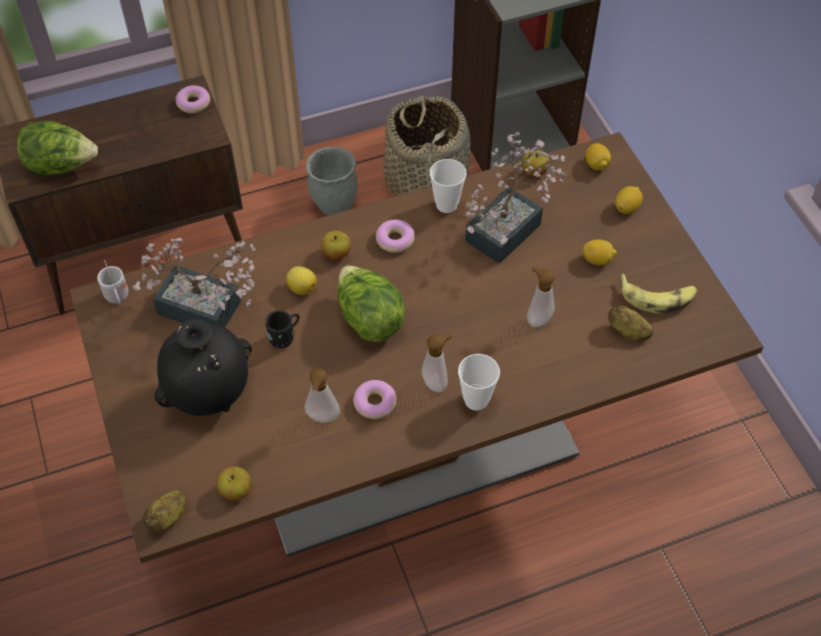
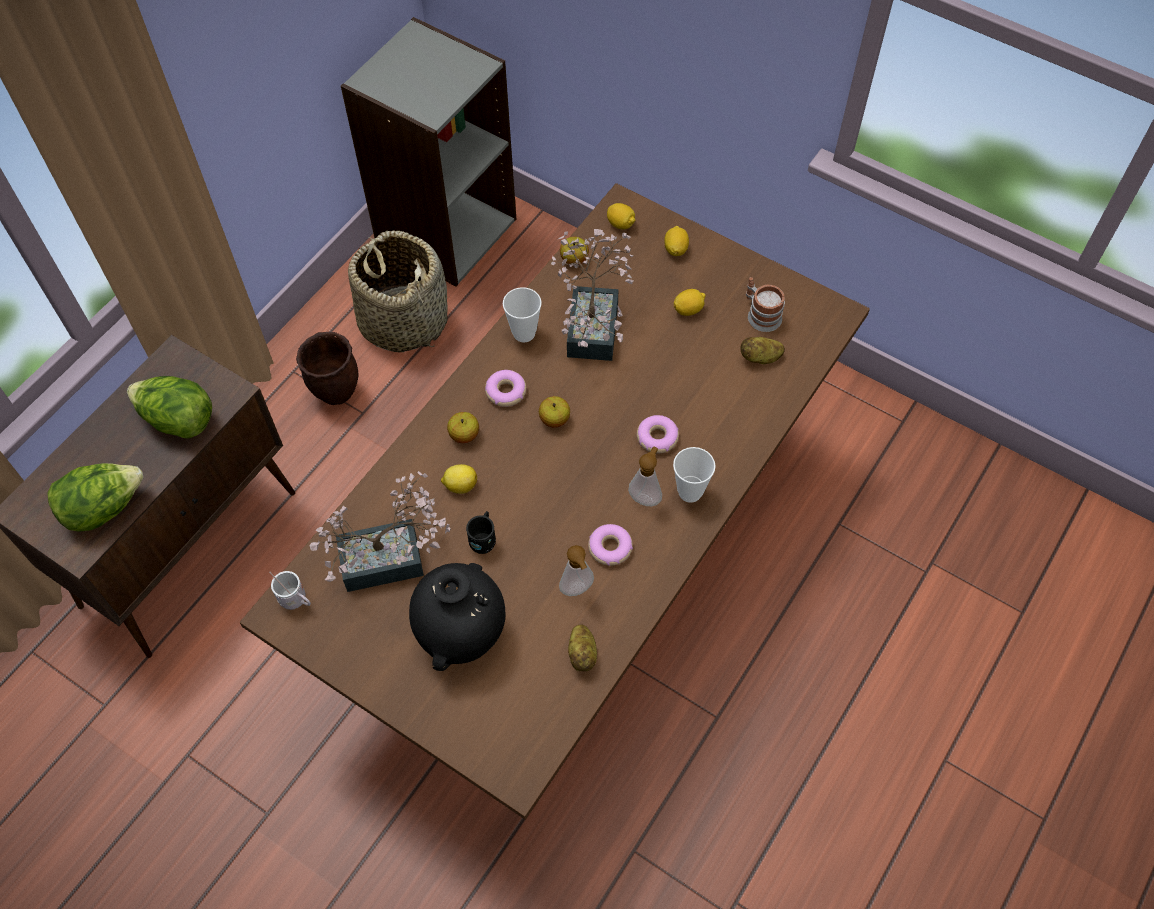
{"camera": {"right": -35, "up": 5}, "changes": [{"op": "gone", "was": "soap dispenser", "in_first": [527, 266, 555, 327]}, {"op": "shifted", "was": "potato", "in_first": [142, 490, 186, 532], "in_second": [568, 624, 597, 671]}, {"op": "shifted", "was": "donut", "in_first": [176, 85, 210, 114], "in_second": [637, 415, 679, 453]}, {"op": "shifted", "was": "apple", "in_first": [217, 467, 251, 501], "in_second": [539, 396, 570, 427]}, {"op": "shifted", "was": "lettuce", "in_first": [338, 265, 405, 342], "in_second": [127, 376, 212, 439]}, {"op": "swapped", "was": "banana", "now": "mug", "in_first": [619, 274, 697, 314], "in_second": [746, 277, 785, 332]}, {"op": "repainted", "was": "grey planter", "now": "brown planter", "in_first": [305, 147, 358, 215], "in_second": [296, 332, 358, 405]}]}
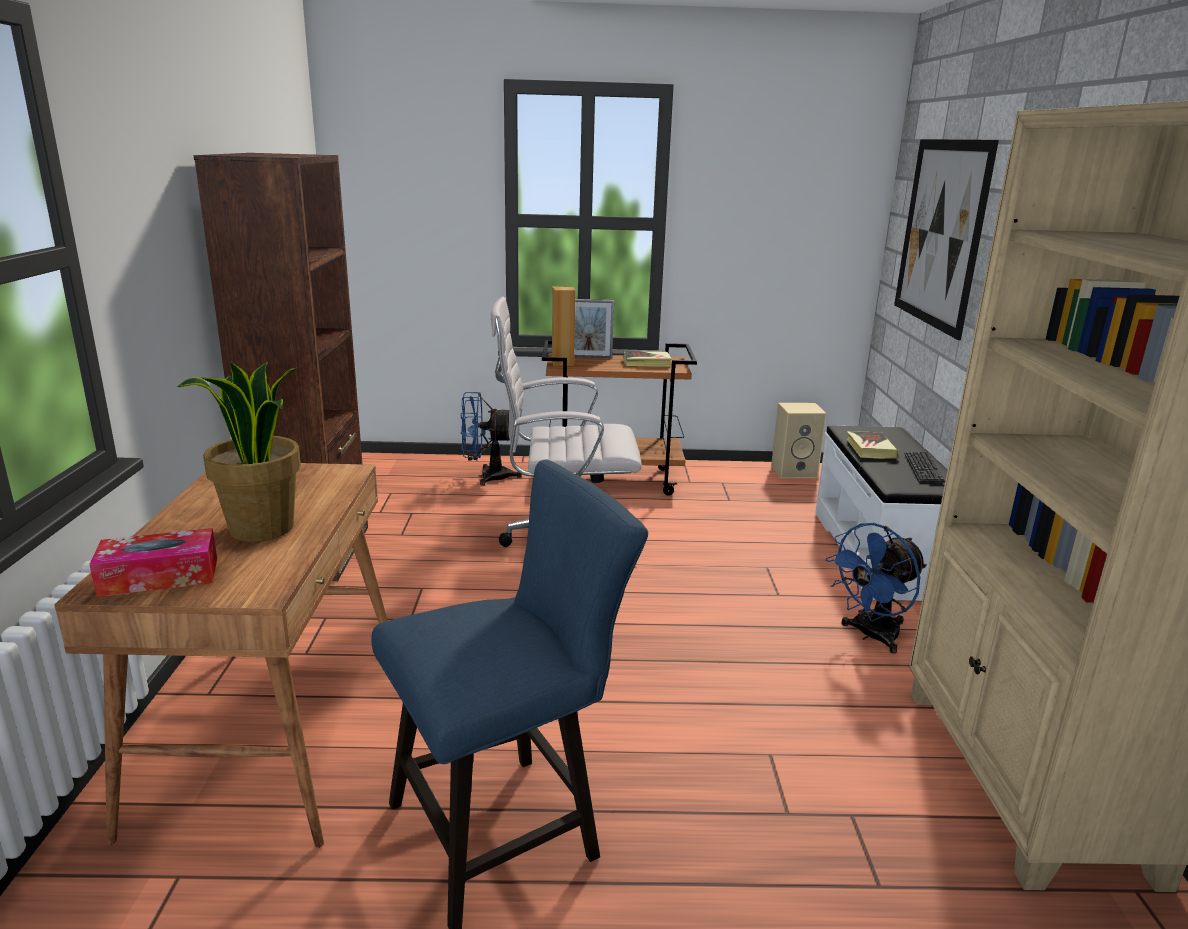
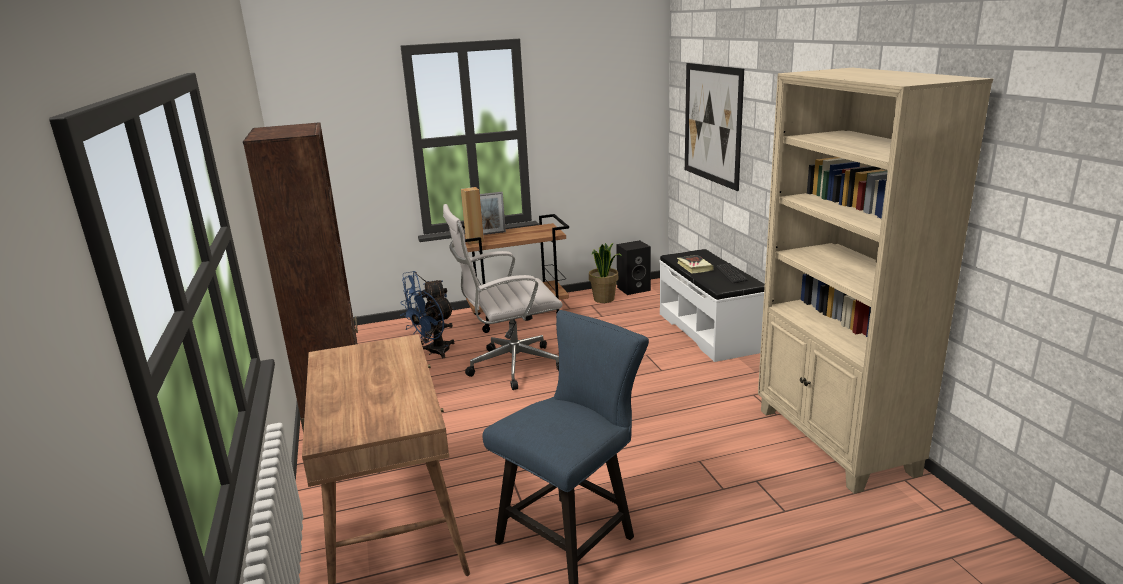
{"camera": {"right": -15, "up": 0}, "changes": [{"op": "gone", "was": "tissue box", "in_first": [89, 528, 217, 597]}, {"op": "gone", "was": "book", "in_first": [623, 351, 672, 367]}, {"op": "shifted", "was": "potted plant", "in_first": [177, 361, 301, 542], "in_second": [589, 243, 622, 303]}, {"op": "shifted", "was": "blue fan", "in_first": [826, 523, 927, 654], "in_second": [400, 290, 454, 358]}, {"op": "repainted", "was": "beige speaker", "now": "black speaker", "in_first": [771, 403, 827, 478], "in_second": [616, 240, 651, 295]}]}
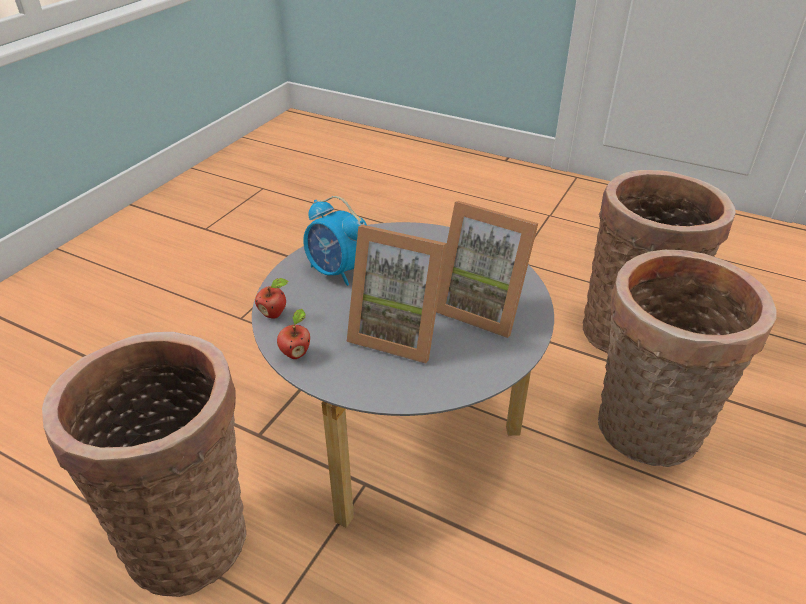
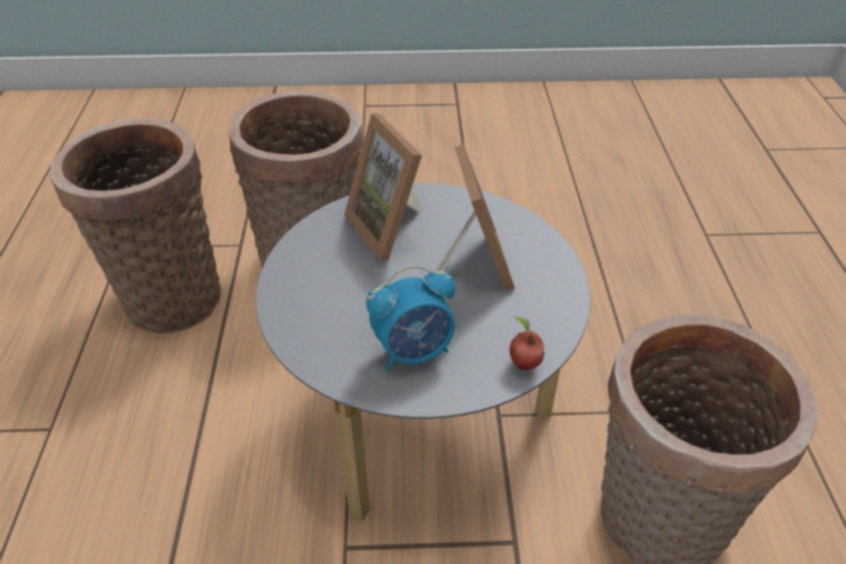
{"camera": {"right": -120, "up": 5}, "changes": [{"op": "gone", "was": "apple", "in_first": [277, 309, 310, 359]}, {"op": "rotated", "was": "alarm clock", "in_first": [303, 196, 367, 286], "in_second": [366, 265, 455, 370], "clockwise": 60}, {"op": "rotated", "was": "picture frame", "in_first": [436, 201, 538, 338], "in_second": [344, 113, 422, 261], "clockwise": 150}]}
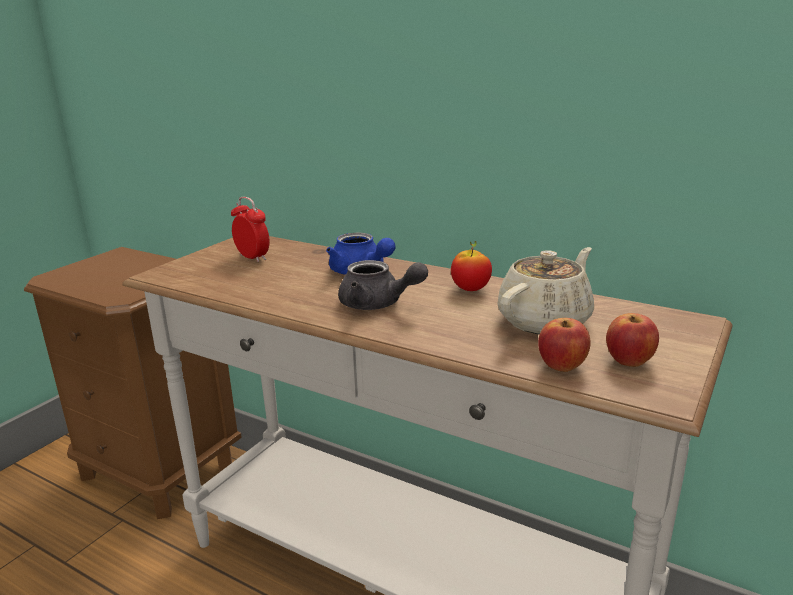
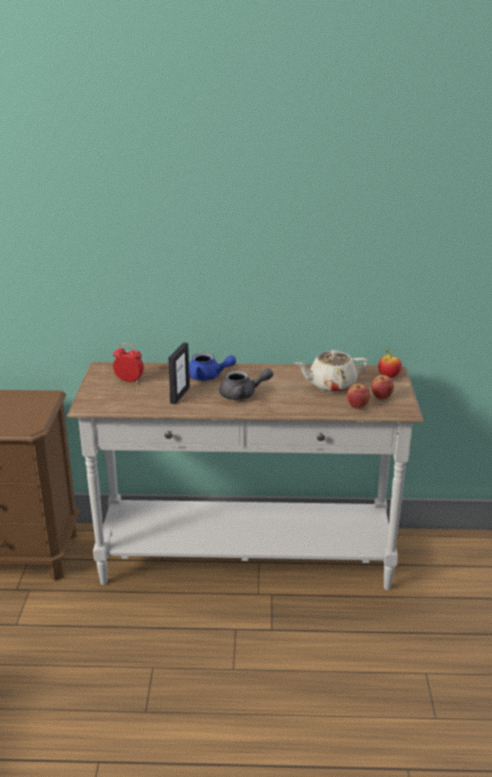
{"camera": {"right": -30, "up": 5}, "changes": [{"op": "new", "now": "picture frame", "in_second": [168, 342, 190, 404]}, {"op": "shifted", "was": "apple", "in_first": [451, 241, 492, 291], "in_second": [378, 350, 401, 378]}, {"op": "rotated", "was": "beige teapot", "in_first": [497, 247, 594, 334], "in_second": [295, 350, 368, 392], "clockwise": -120}]}
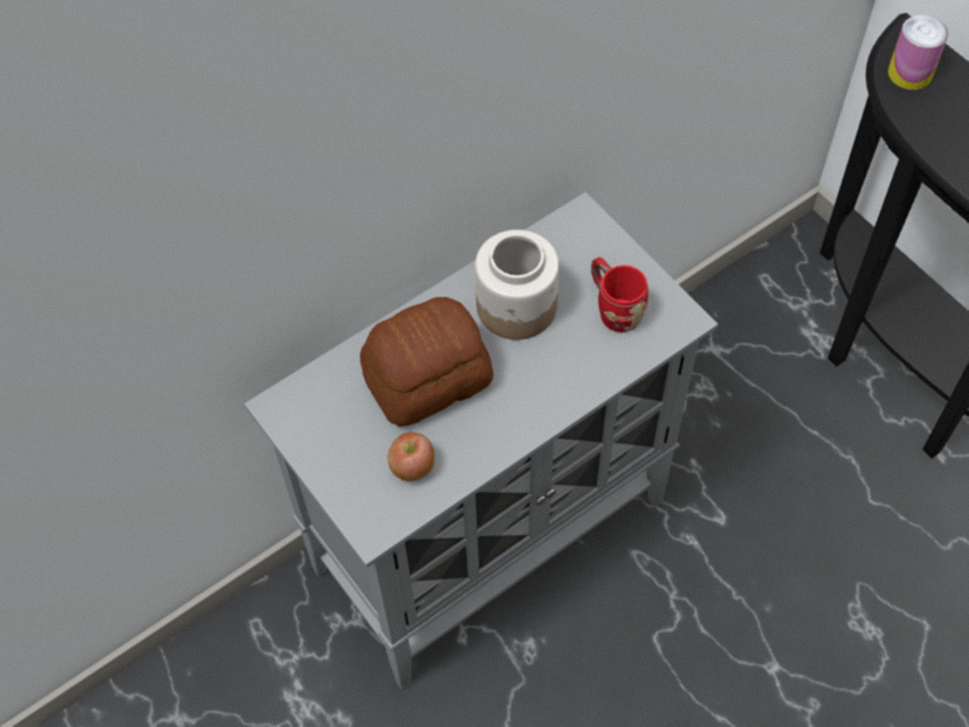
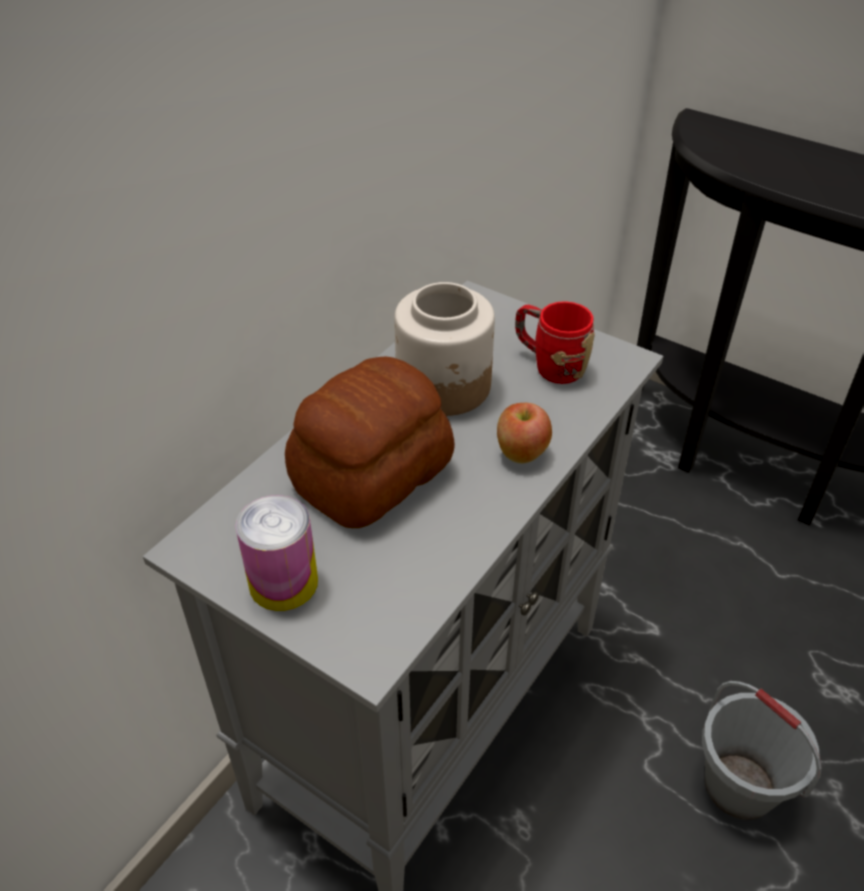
{"camera": {"right": -20, "up": -15}, "changes": [{"op": "new", "now": "grey bucket", "in_second": [702, 681, 822, 820]}, {"op": "shifted", "was": "apple", "in_first": [388, 432, 435, 481], "in_second": [497, 403, 552, 463]}, {"op": "shifted", "was": "can", "in_first": [888, 15, 948, 90], "in_second": [235, 495, 318, 611]}]}
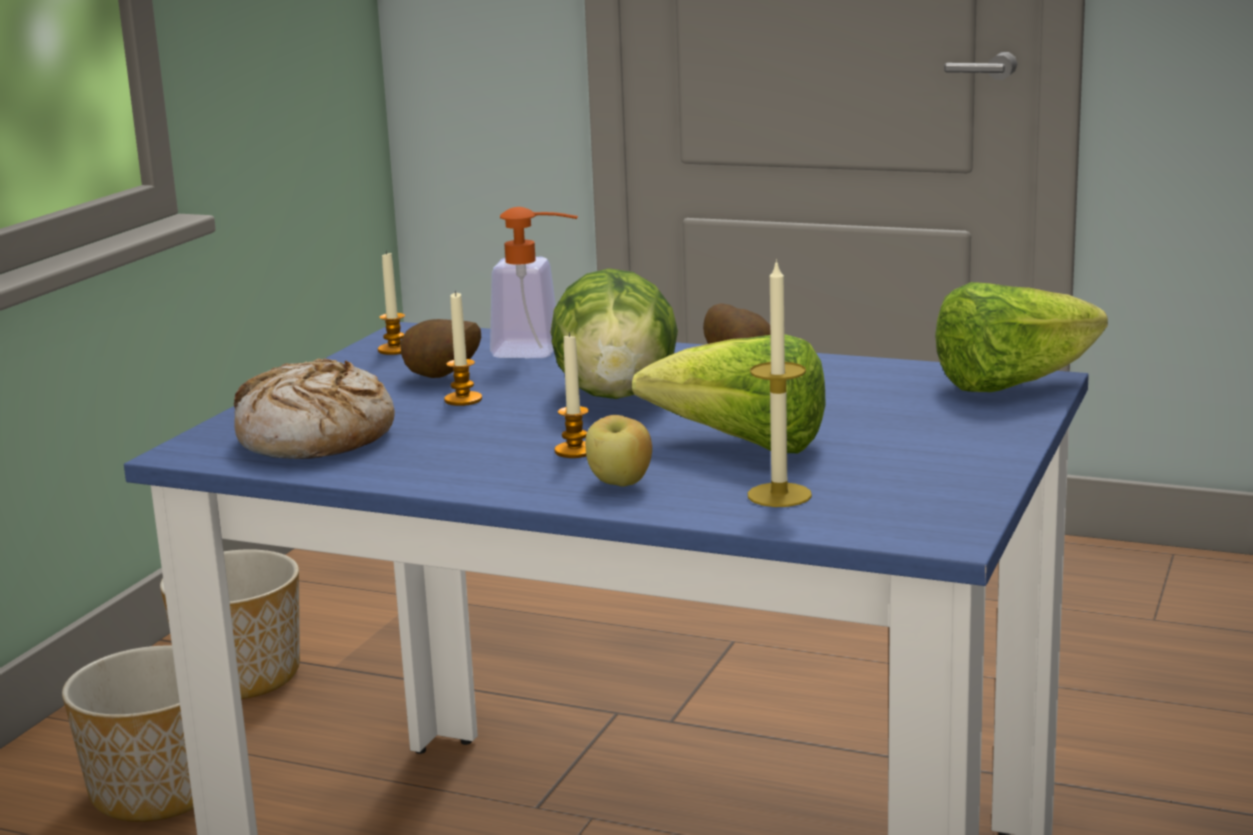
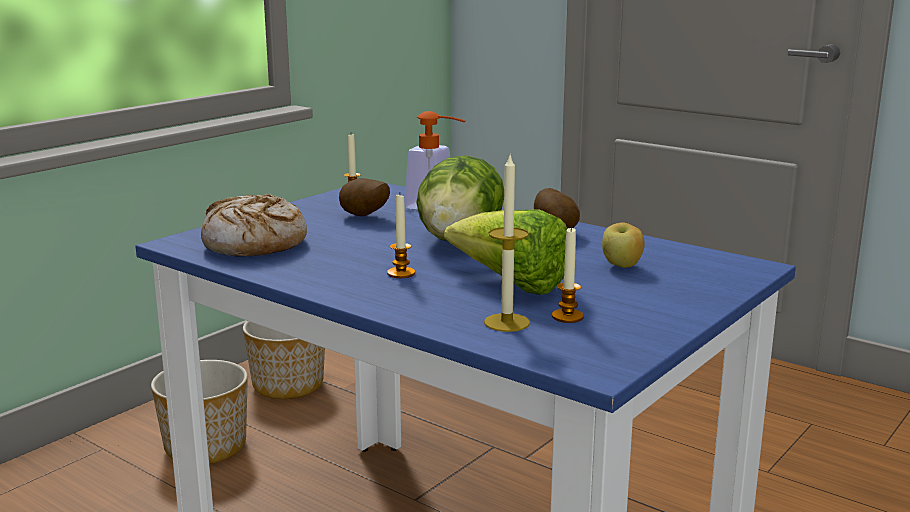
{"camera": {"right": 15, "up": 0}, "changes": [{"op": "gone", "was": "lettuce", "in_first": [935, 282, 1108, 392]}, {"op": "shifted", "was": "candle", "in_first": [444, 291, 482, 406], "in_second": [552, 226, 584, 323]}, {"op": "shifted", "was": "apple", "in_first": [585, 415, 652, 487], "in_second": [602, 223, 645, 268]}]}
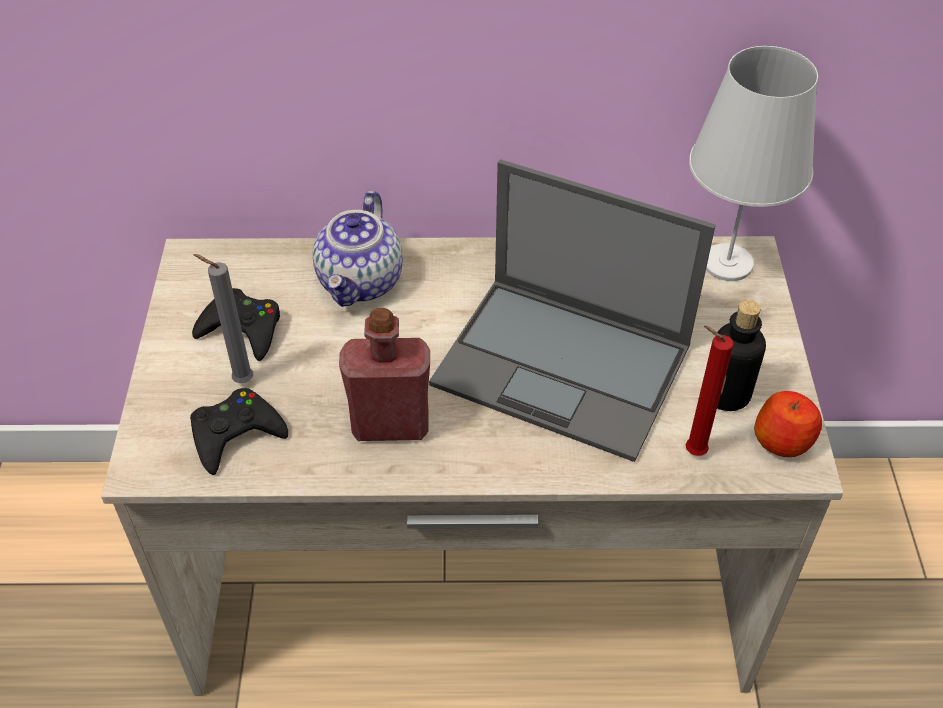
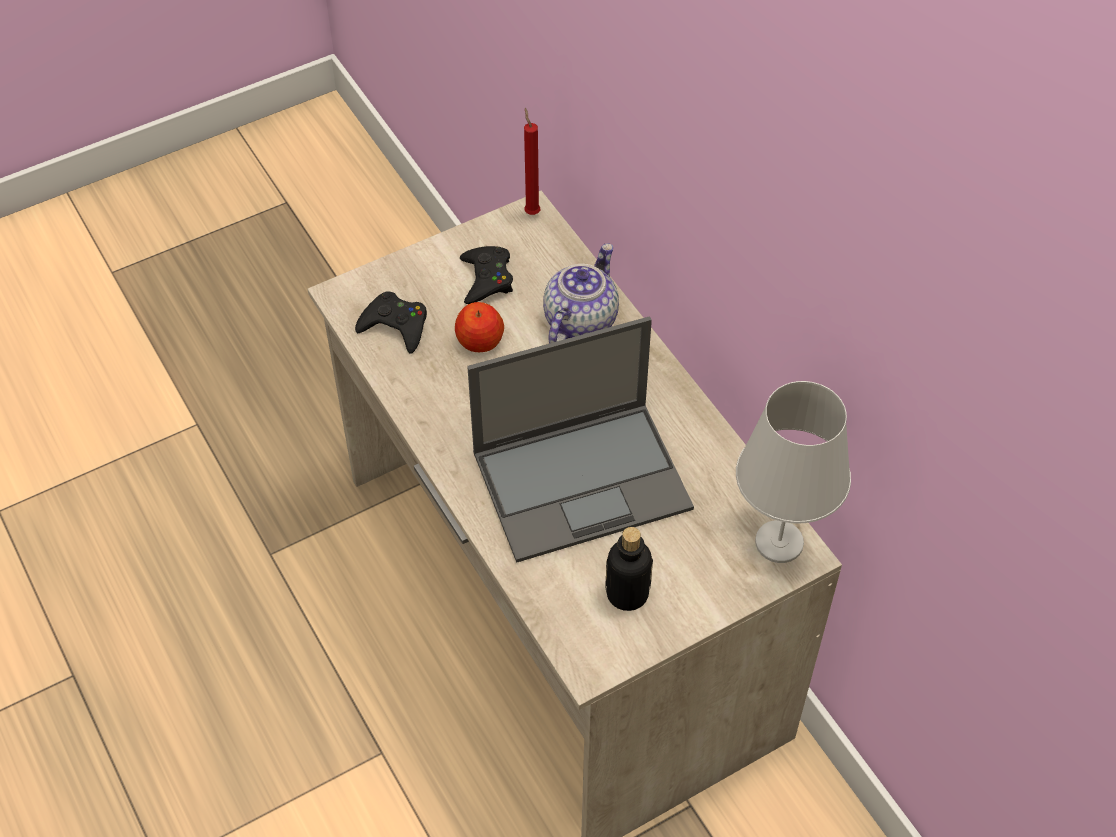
{"camera": {"right": 60, "up": 5}, "changes": [{"op": "gone", "was": "grey candle", "in_first": [193, 254, 253, 383]}, {"op": "gone", "was": "red bottle", "in_first": [339, 308, 430, 441]}, {"op": "shifted", "was": "red candle", "in_first": [685, 326, 734, 456], "in_second": [524, 108, 540, 215]}, {"op": "shifted", "was": "apple", "in_first": [754, 391, 822, 457], "in_second": [455, 302, 504, 352]}, {"op": "rotated", "was": "teapot", "in_first": [313, 191, 403, 307], "in_second": [543, 243, 619, 344], "clockwise": 135}, {"op": "rotated", "was": "laptop", "in_first": [429, 159, 716, 462], "in_second": [467, 316, 694, 563], "clockwise": -105}]}
